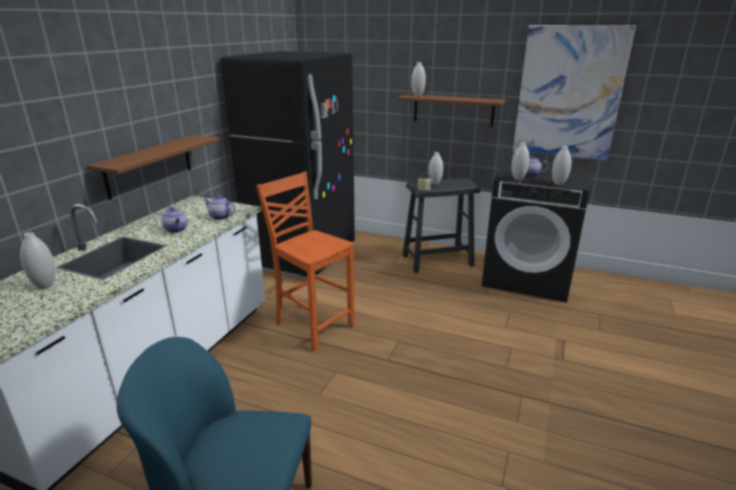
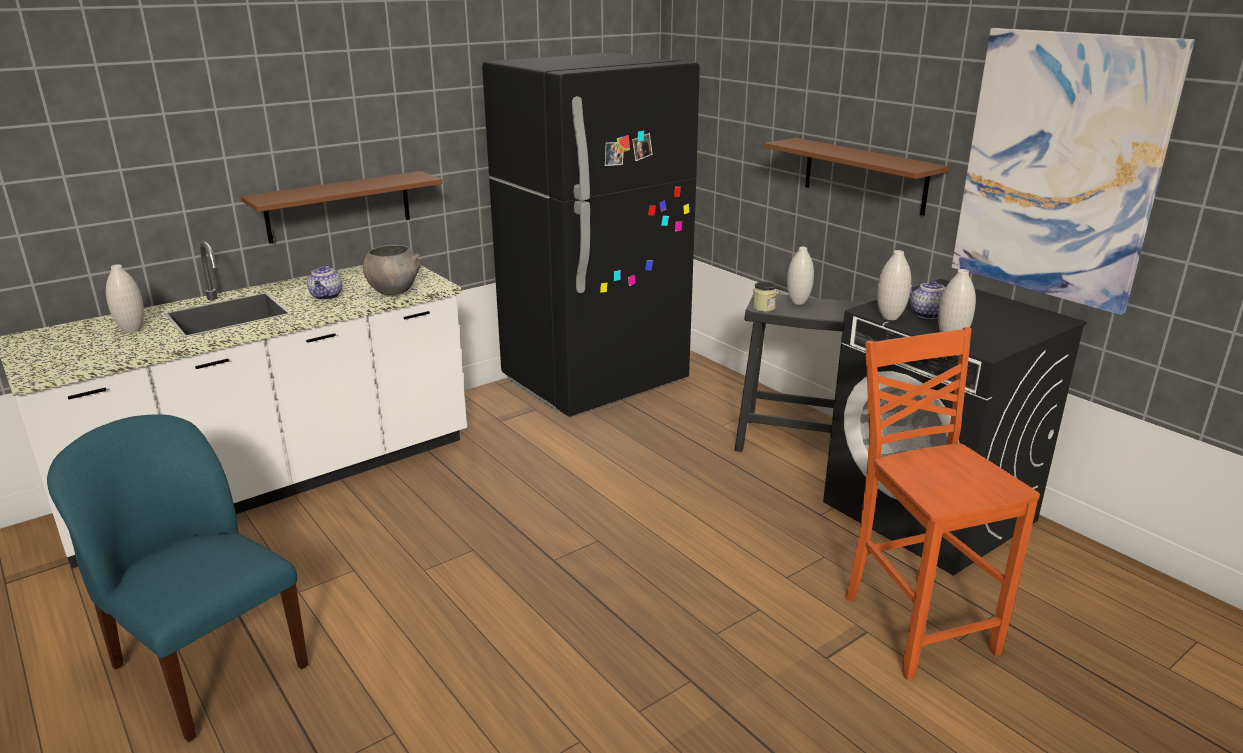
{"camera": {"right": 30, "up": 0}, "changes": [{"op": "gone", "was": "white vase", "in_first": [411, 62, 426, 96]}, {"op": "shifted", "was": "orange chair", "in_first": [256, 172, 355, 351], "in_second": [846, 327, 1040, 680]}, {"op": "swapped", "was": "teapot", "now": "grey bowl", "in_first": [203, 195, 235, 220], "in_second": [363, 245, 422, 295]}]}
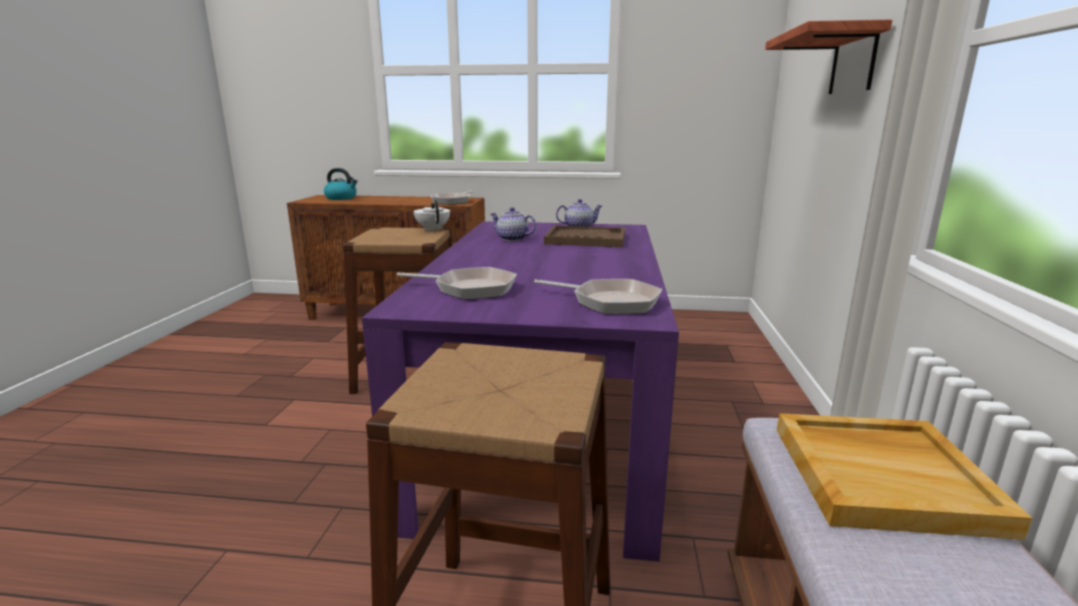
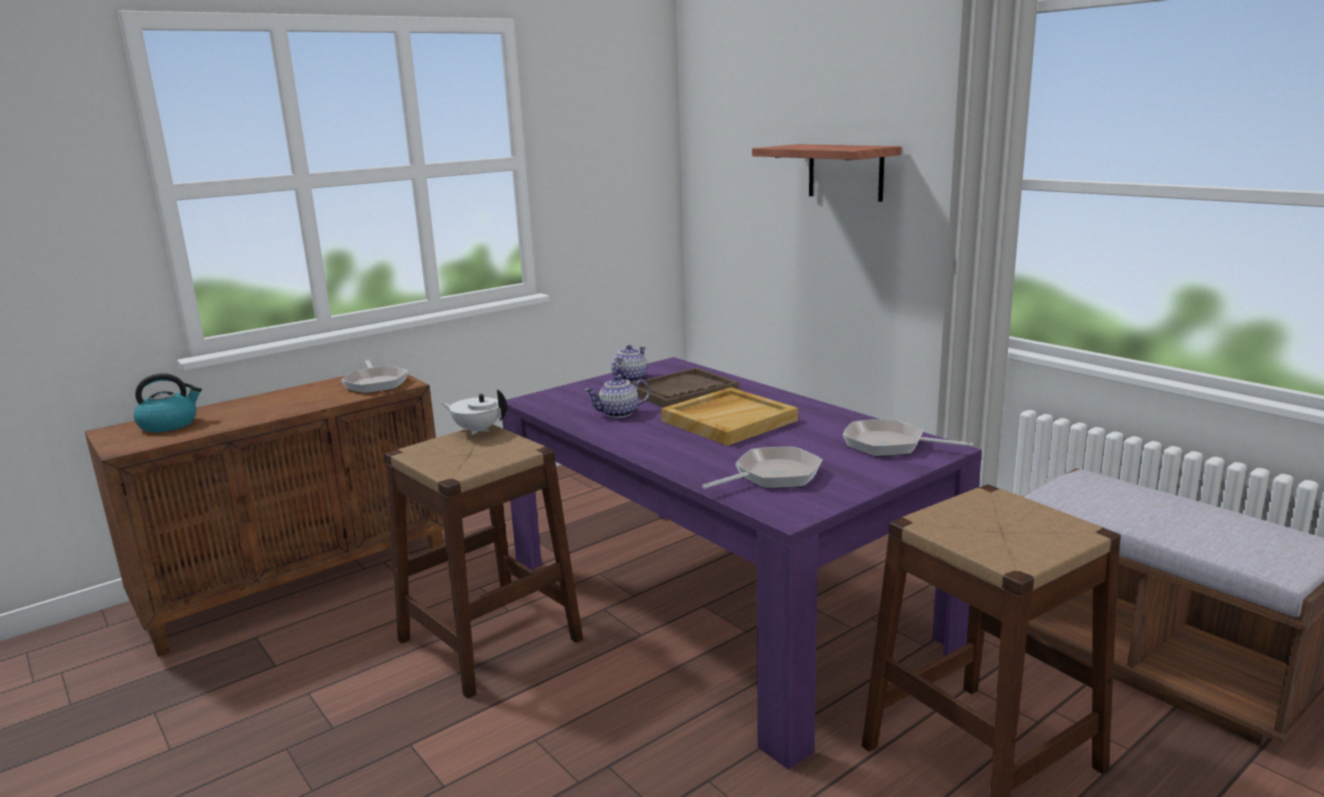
{"camera": {"right": -45, "up": 0}, "changes": [{"op": "shifted", "was": "beige tray", "in_first": [777, 413, 1032, 540], "in_second": [661, 387, 798, 446]}, {"op": "rotated", "was": "frying pan", "in_first": [534, 279, 662, 315], "in_second": [843, 419, 973, 456], "clockwise": -135}]}
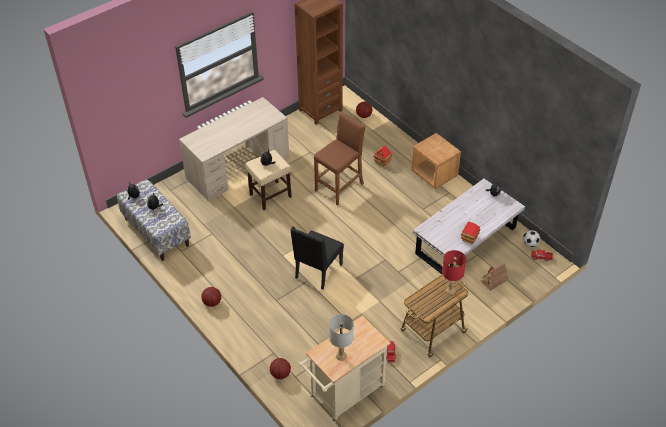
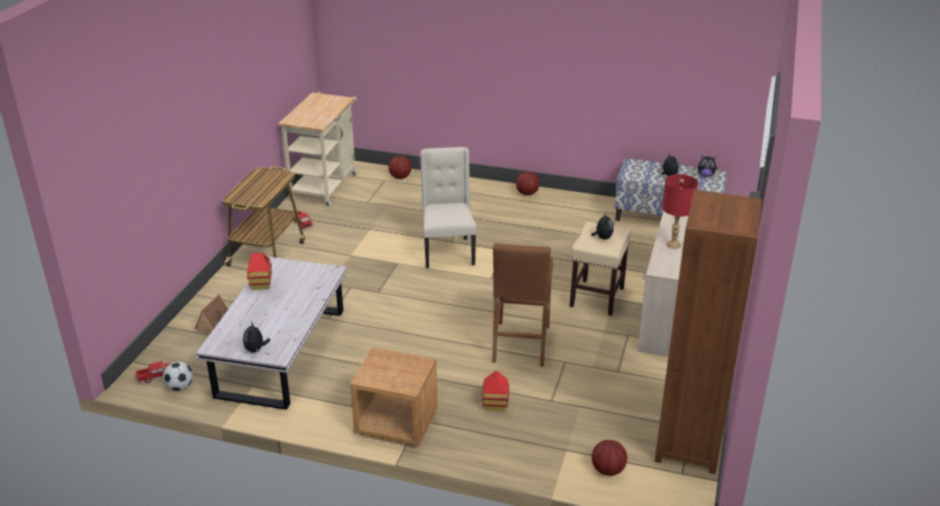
{"camera": {"right": 145, "up": -15}, "changes": [{"op": "gone", "was": "grey table lamp", "in_first": [329, 314, 354, 361]}, {"op": "shifted", "was": "red table lamp", "in_first": [442, 250, 466, 295], "in_second": [662, 174, 698, 249]}, {"op": "repainted", "was": "black chair", "now": "beige chair", "in_first": [290, 227, 344, 290], "in_second": [420, 147, 477, 268]}]}
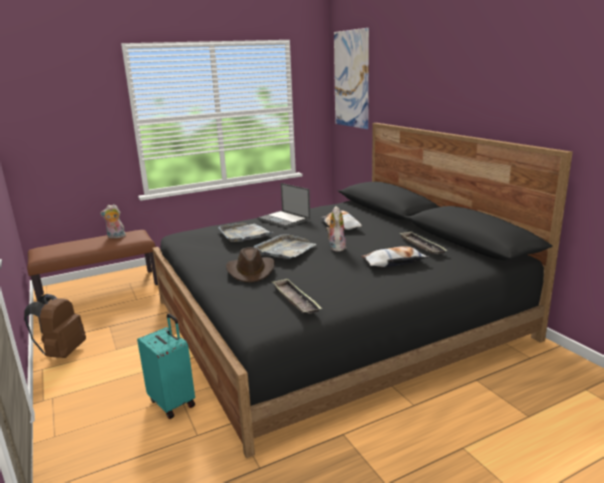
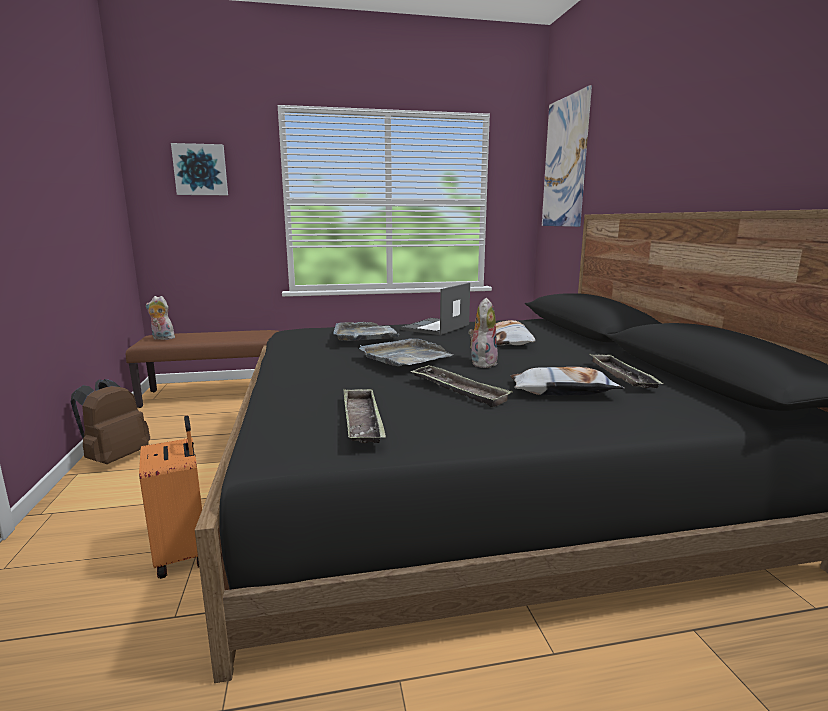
{"camera": {"right": 15, "up": -5}, "changes": [{"op": "gone", "was": "brown hat", "in_first": [226, 247, 275, 283]}, {"op": "new", "now": "picture", "in_second": [171, 143, 228, 195]}, {"op": "new", "now": "tray", "in_second": [410, 365, 513, 407]}, {"op": "shifted", "was": "plush toy", "in_first": [100, 204, 126, 239], "in_second": [146, 296, 175, 340]}, {"op": "repainted", "was": "turquoise suitcase", "now": "orange suitcase", "in_first": [137, 313, 195, 419], "in_second": [139, 416, 202, 579]}, {"op": "rotated", "was": "laptop", "in_first": [258, 183, 310, 228], "in_second": [401, 283, 470, 335], "clockwise": 60}]}
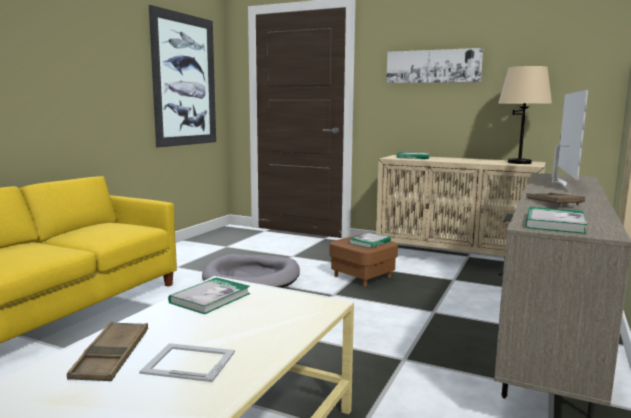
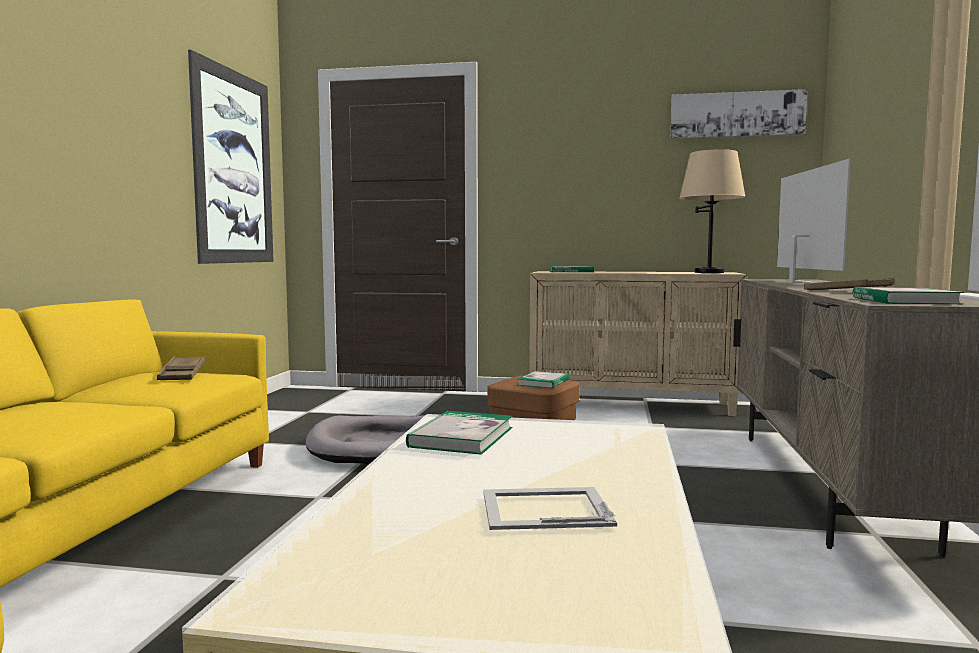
{"camera": {"right": -15, "up": -5}, "changes": [{"op": "shifted", "was": "brown tray", "in_first": [67, 321, 148, 381], "in_second": [157, 356, 205, 380]}, {"op": "shifted", "was": "picture", "in_first": [386, 48, 483, 83], "in_second": [670, 89, 807, 139]}]}
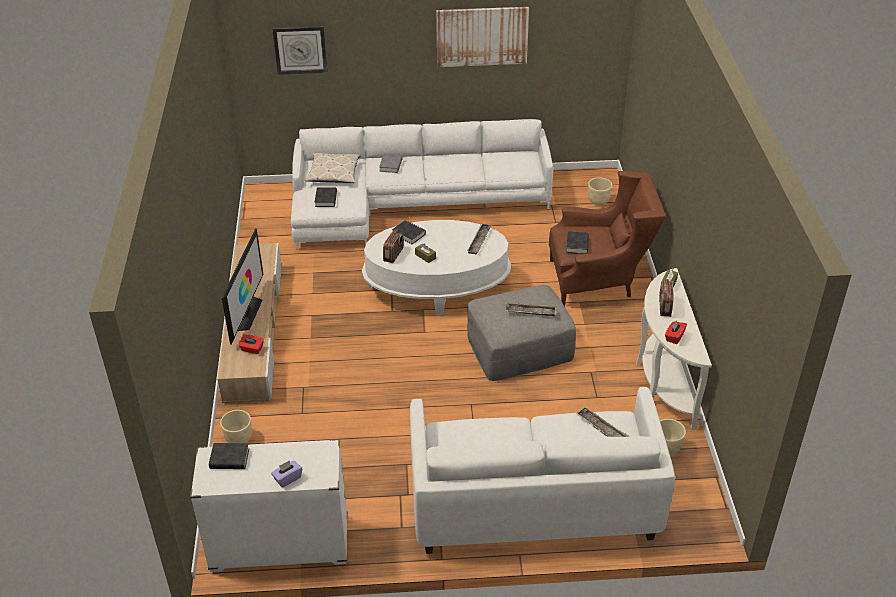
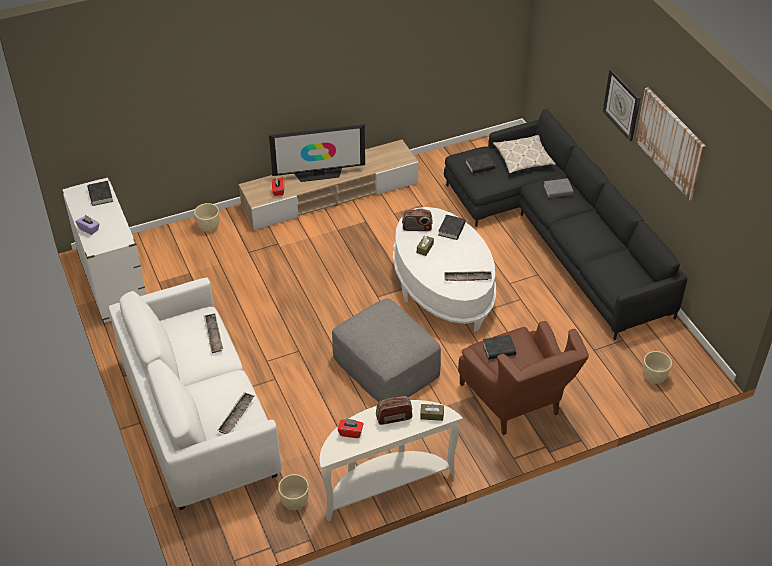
{"camera": {"right": 70, "up": 5}, "changes": [{"op": "shifted", "was": "wall clock", "in_first": [272, 26, 328, 75], "in_second": [603, 69, 640, 141]}, {"op": "shifted", "was": "tray", "in_first": [505, 303, 556, 316], "in_second": [204, 313, 223, 353]}, {"op": "repainted", "was": "white sofa", "now": "black sofa", "in_first": [291, 119, 553, 250], "in_second": [444, 109, 687, 340]}]}
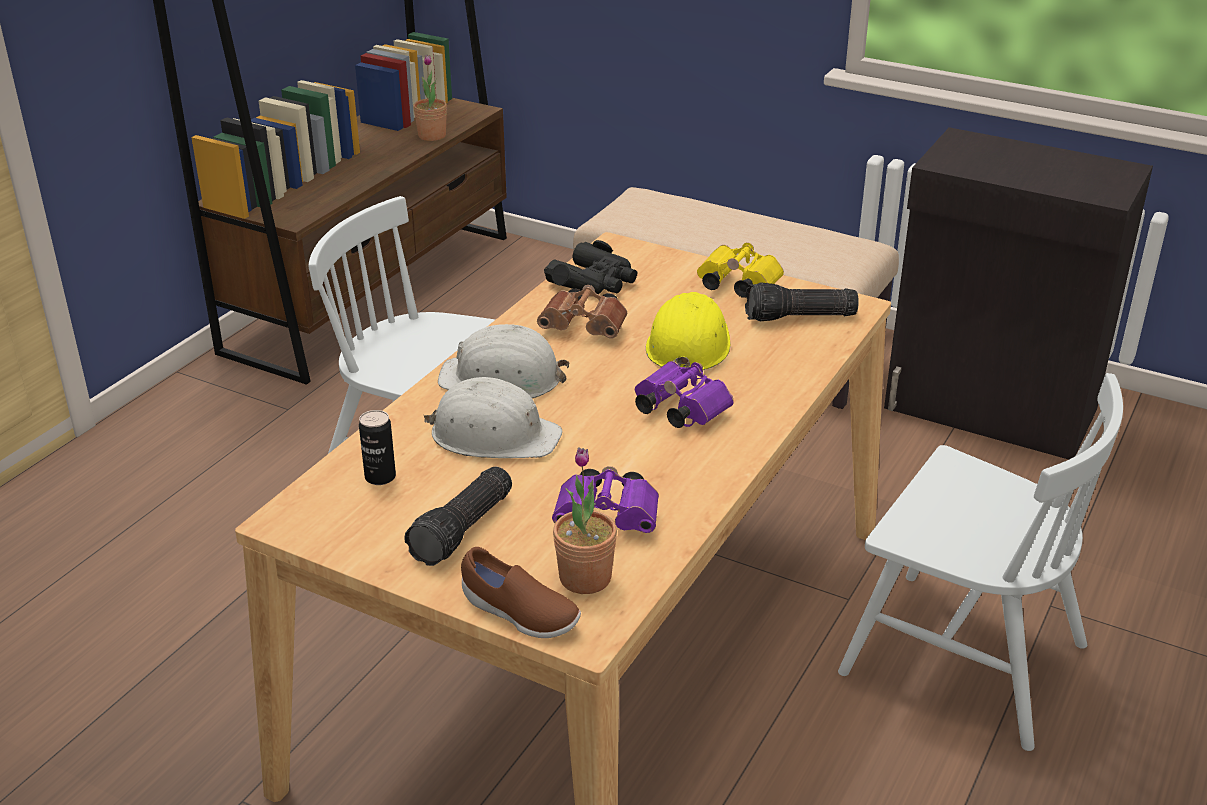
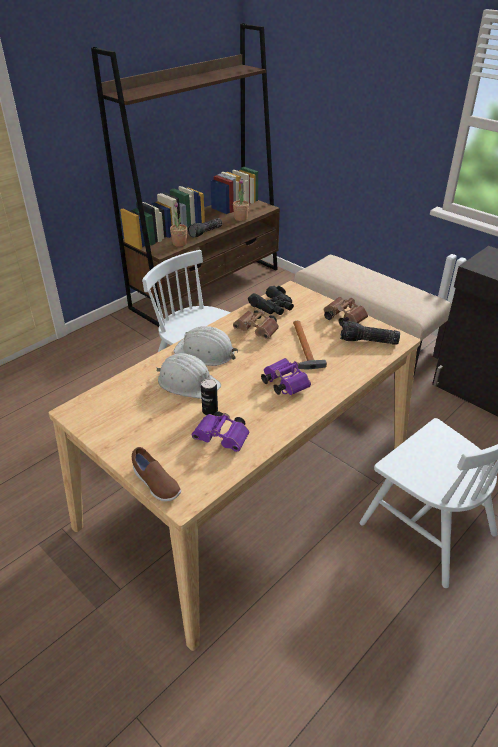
{"camera": {"right": 15, "up": 5}, "changes": [{"op": "shifted", "was": "can", "in_first": [359, 410, 396, 485], "in_second": [201, 379, 218, 415]}, {"op": "shifted", "was": "flashlight", "in_first": [404, 467, 512, 566], "in_second": [188, 218, 222, 238]}, {"op": "shifted", "was": "potted plant", "in_first": [553, 447, 617, 594], "in_second": [170, 202, 187, 247]}, {"op": "swapped", "was": "yellow hard hat", "now": "hammer", "in_first": [646, 292, 731, 370], "in_second": [293, 321, 327, 370]}, {"op": "repainted", "was": "yellow binoculars", "now": "brown binoculars", "in_first": [697, 242, 784, 298], "in_second": [324, 297, 368, 326]}]}
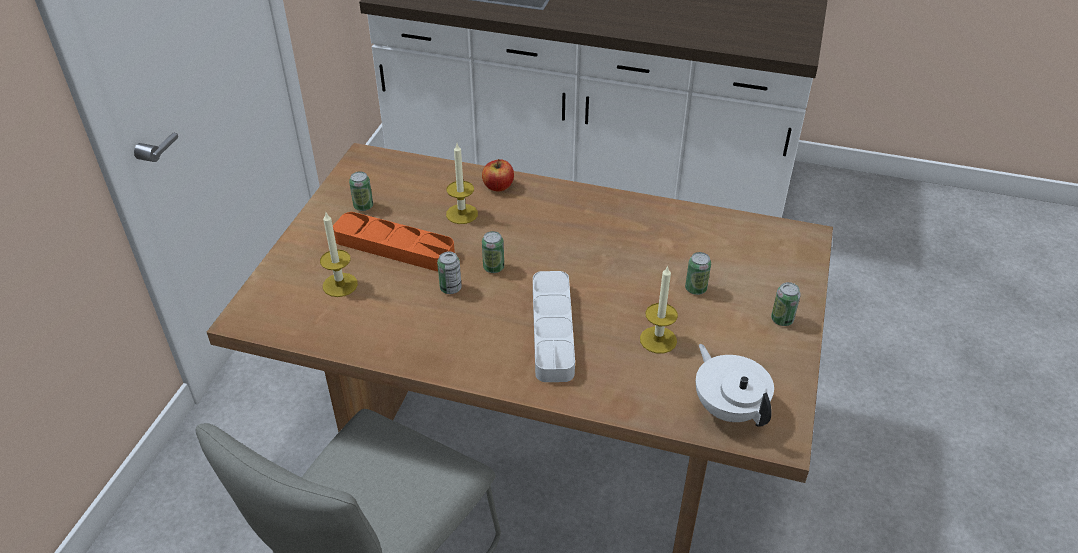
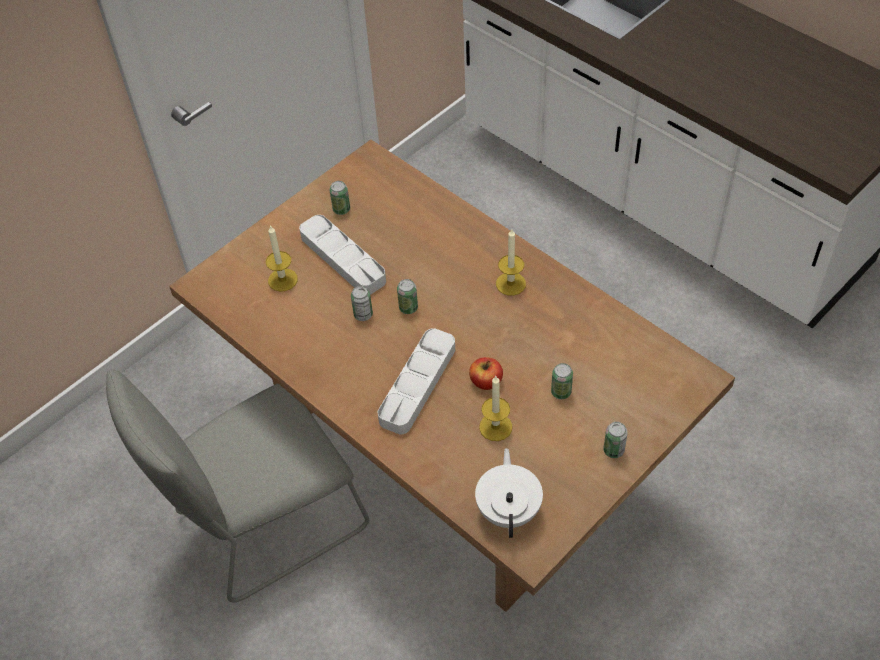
{"camera": {"right": 30, "up": 10}, "changes": [{"op": "shifted", "was": "candle", "in_first": [446, 143, 478, 224], "in_second": [496, 229, 526, 296]}, {"op": "shifted", "was": "apple", "in_first": [482, 159, 514, 192], "in_second": [469, 357, 503, 390]}, {"op": "repainted", "was": "orange tray", "now": "grey tray", "in_first": [333, 212, 455, 271], "in_second": [299, 215, 386, 295]}]}
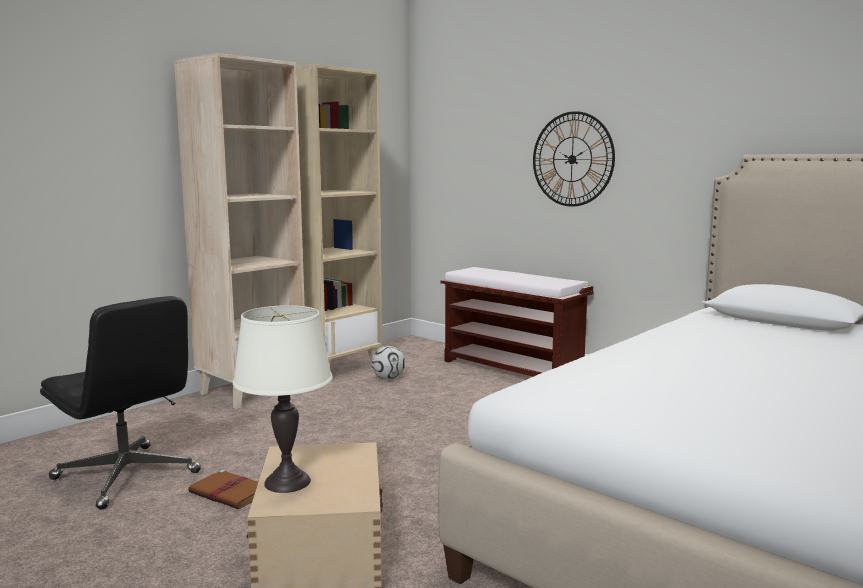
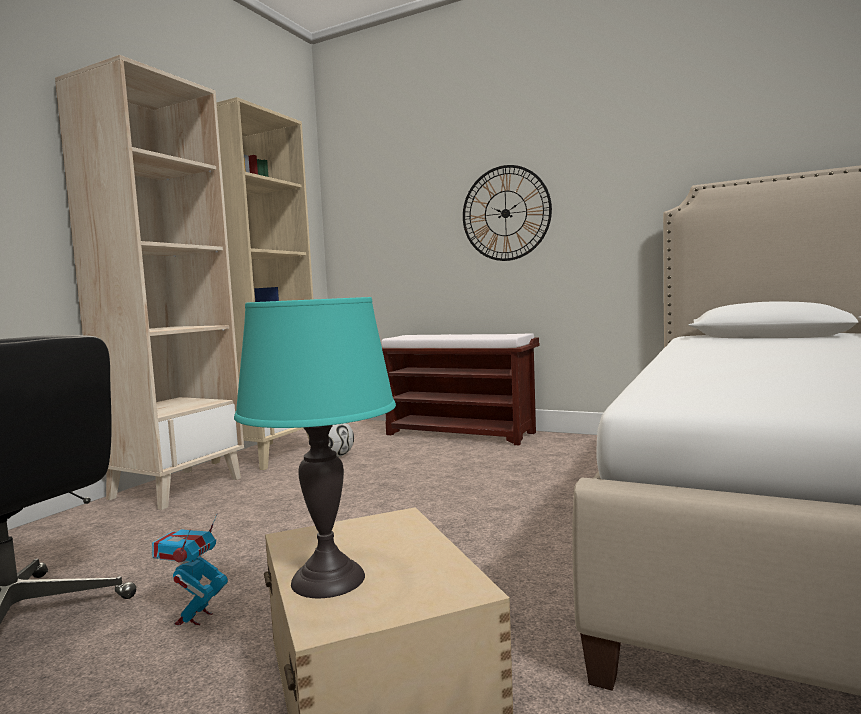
{"camera": {"right": -15, "up": -5}, "changes": [{"op": "swapped", "was": "brown book", "now": "toy robot", "in_first": [188, 469, 258, 509], "in_second": [152, 514, 228, 625]}, {"op": "repainted", "was": "white table lamp", "now": "turquoise table lamp", "in_first": [233, 305, 333, 493], "in_second": [234, 297, 396, 598]}]}
